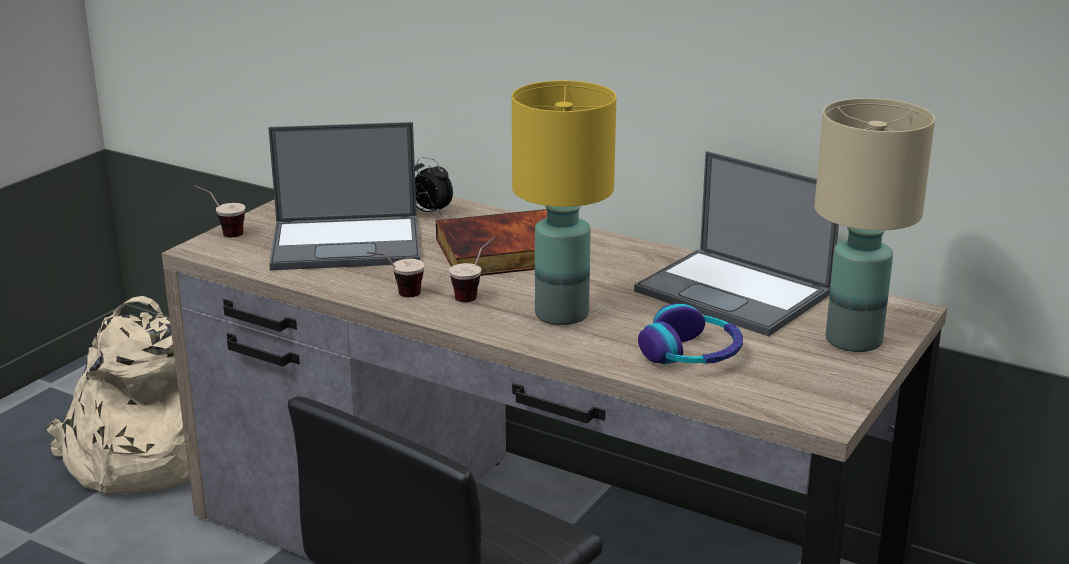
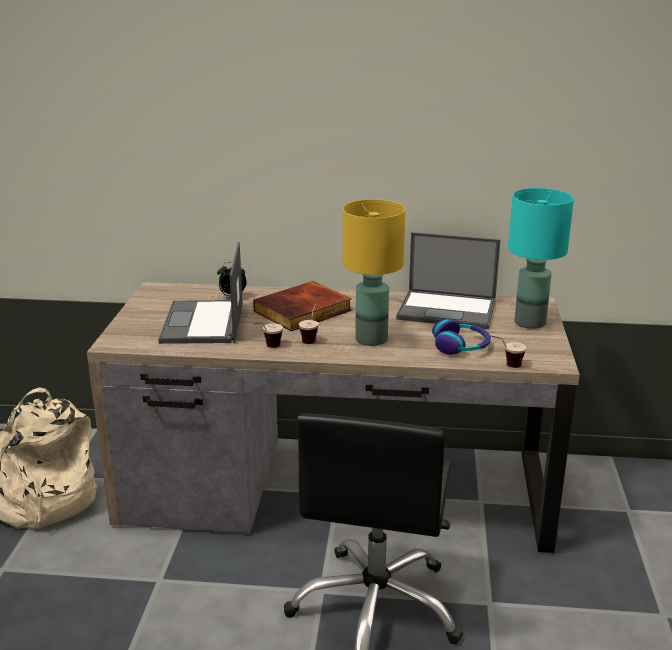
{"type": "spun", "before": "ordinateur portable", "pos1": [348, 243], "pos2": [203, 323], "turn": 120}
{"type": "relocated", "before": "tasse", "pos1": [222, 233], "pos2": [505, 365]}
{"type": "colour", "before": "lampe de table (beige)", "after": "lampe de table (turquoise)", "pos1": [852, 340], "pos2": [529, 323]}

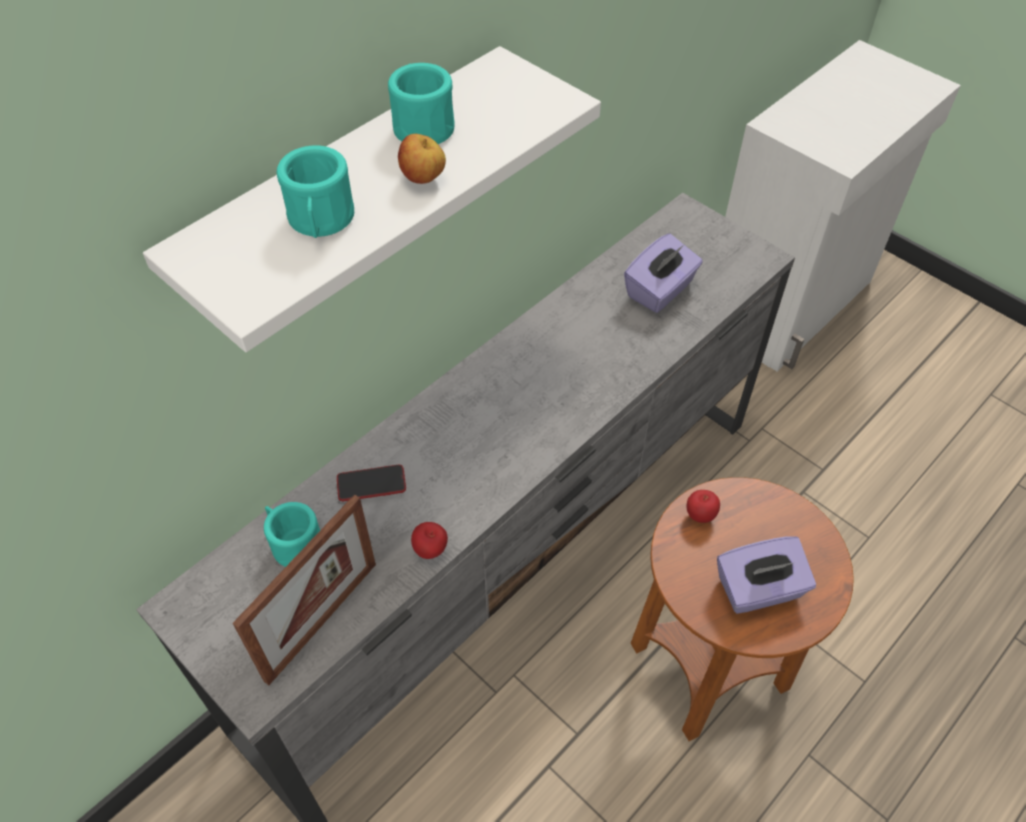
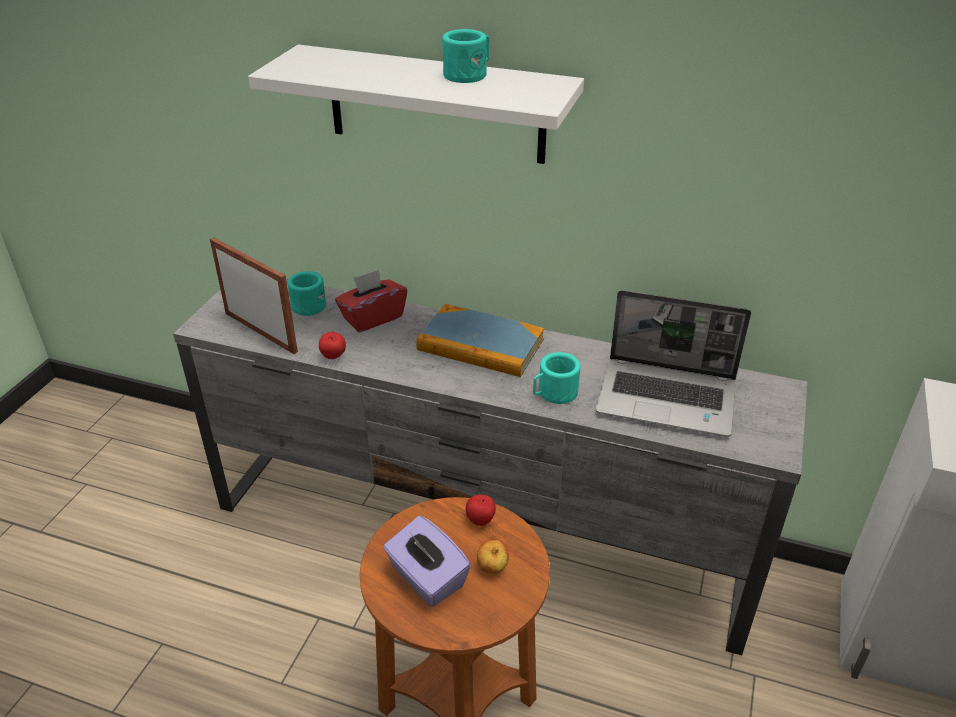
{"type": "spun", "before": "cadre photo", "pos1": [322, 620], "pos2": [260, 332], "turn": -150}
{"type": "exchanged", "before": "téléphone", "after": "boîte à mouchoirs (rouge)", "pos1": [371, 484], "pos2": [372, 318]}
{"type": "appeared", "after": "livre", "pos2": [480, 345]}
{"type": "relocated", "before": "pomme", "pos1": [423, 179], "pos2": [492, 568]}
{"type": "relocated", "before": "mug (turquoise)", "pos1": [320, 221], "pos2": [554, 393]}
{"type": "exchanged", "before": "boîte à mouchoirs (violet)", "after": "ordinateur portable", "pos1": [660, 290], "pos2": [668, 398]}

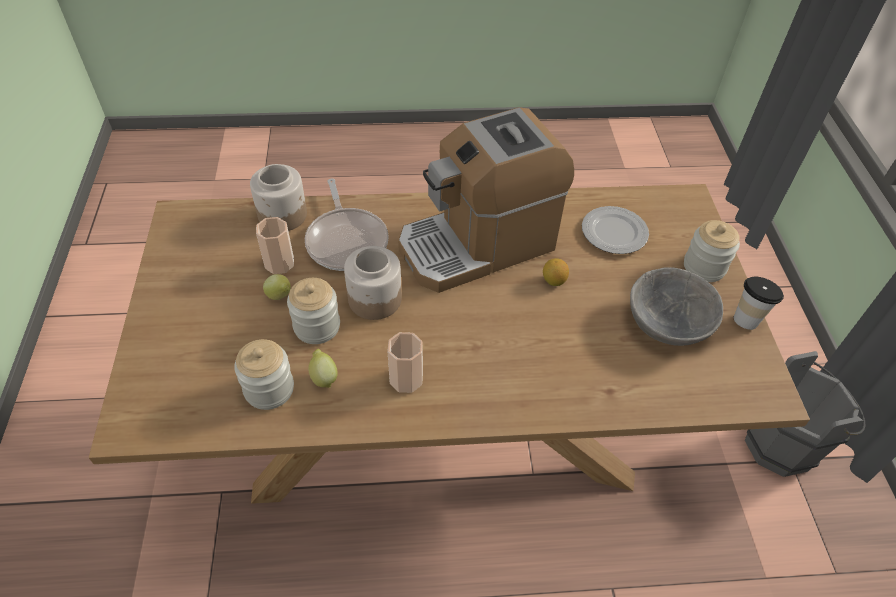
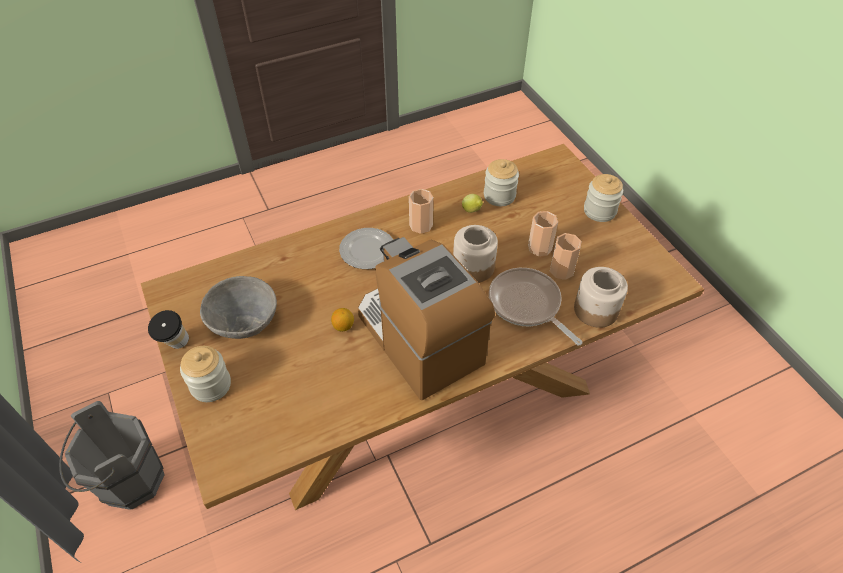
{"type": "relocated", "before": "assiette", "pos1": [613, 233], "pos2": [368, 250]}
{"type": "spun", "before": "machine à café", "pos1": [477, 244], "pos2": [419, 339], "turn": -75}
{"type": "exchanged", "before": "citron", "after": "tasse", "pos1": [280, 296], "pos2": [539, 247]}
{"type": "relocated", "before": "bocal", "pos1": [317, 326], "pos2": [599, 211]}

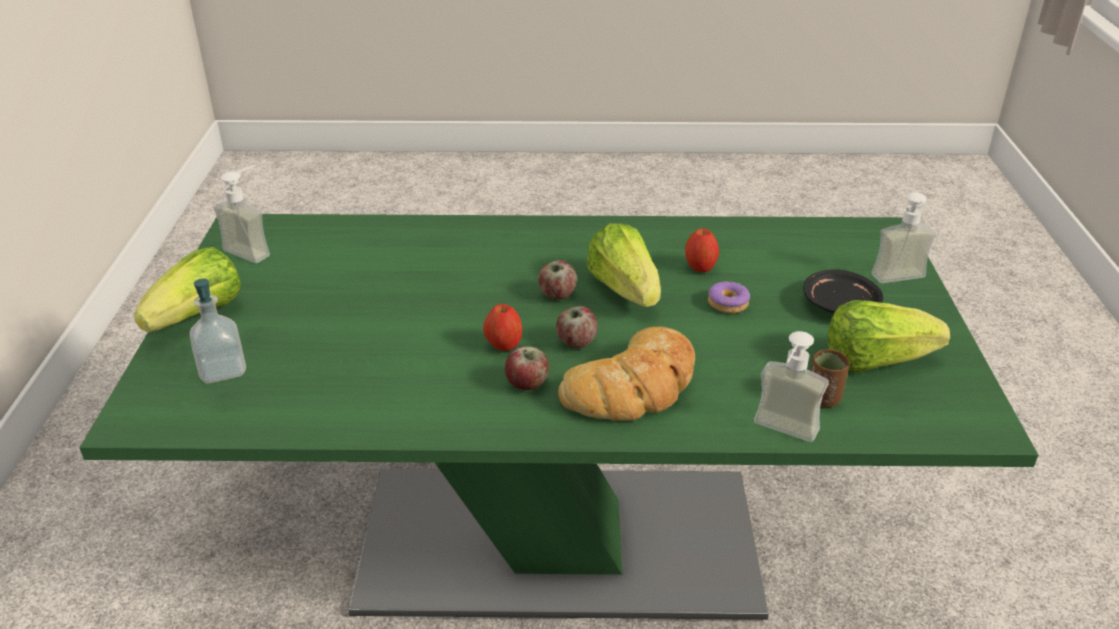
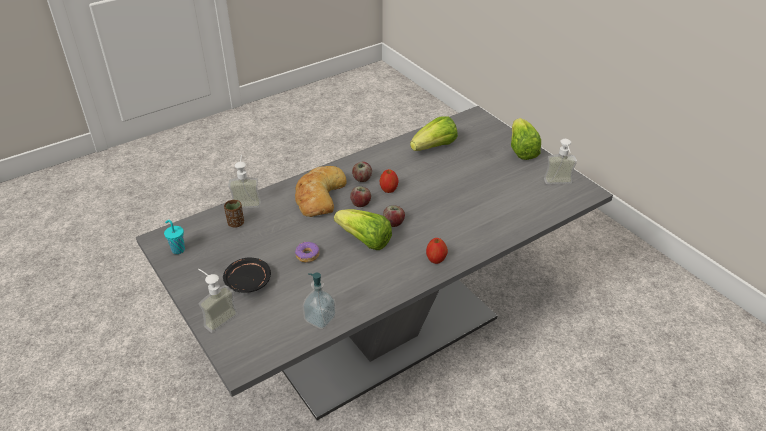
{"type": "colour", "before": "table à manger (vert)", "after": "table à manger (gris)", "pos1": [559, 543], "pos2": [382, 333]}
{"type": "appeared", "after": "tasse (turquoise)", "pos2": [177, 249]}
{"type": "relocated", "before": "distributeur de savon", "pos1": [222, 370], "pos2": [320, 319]}
{"type": "relocated", "before": "laitue", "pos1": [875, 361], "pos2": [434, 147]}
{"type": "relocated", "before": "pomme", "pos1": [700, 267], "pos2": [436, 259]}

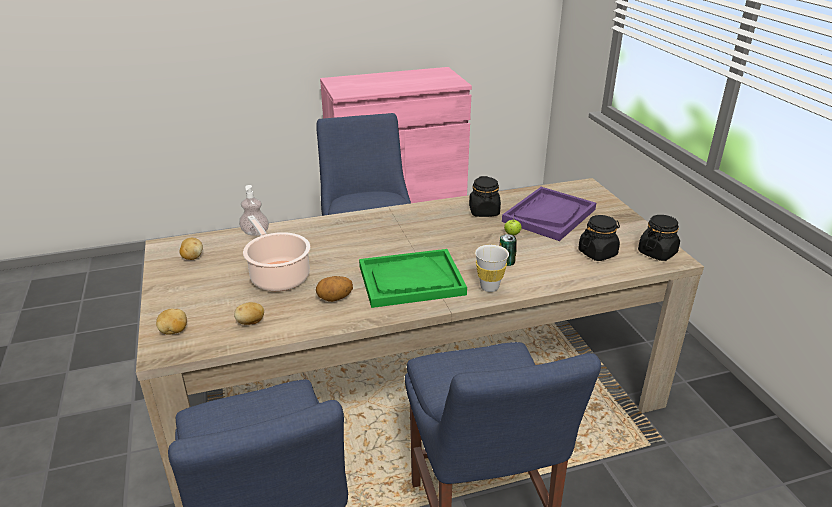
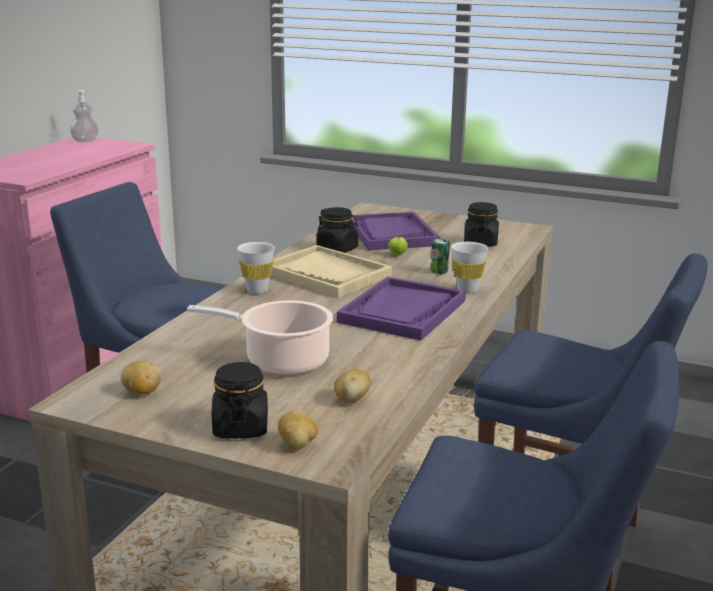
{"type": "relocated", "before": "distributeur de savon", "pos1": [255, 232], "pos2": [85, 141]}
{"type": "relocated", "before": "bocal (noir)", "pos1": [657, 252], "pos2": [240, 427]}
{"type": "appeared", "after": "tasse (blanc)", "pos2": [257, 290]}
{"type": "appeared", "after": "plateau (beige)", "pos2": [327, 274]}
{"type": "colour", "before": "plateau (vert)", "after": "plateau (violet)", "pos1": [411, 280], "pos2": [403, 311]}
{"type": "missing", "before": "pomme de terre", "pos1": [335, 299]}

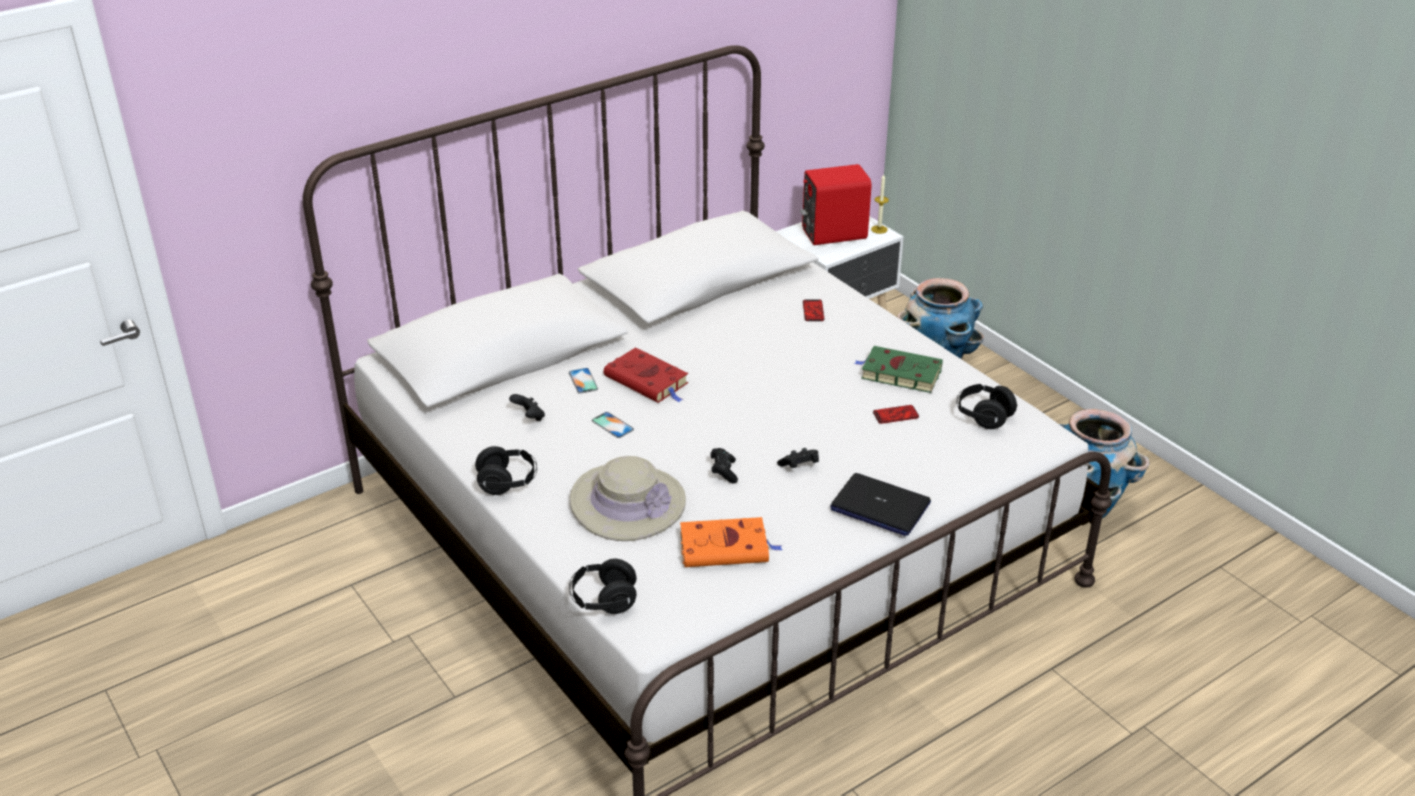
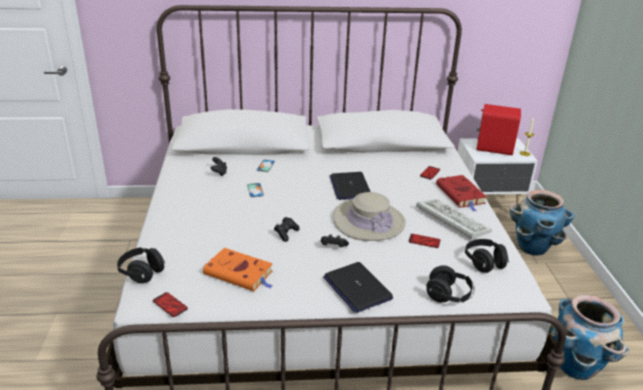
{"type": "appeared", "after": "téléphone", "pos2": [170, 305]}
{"type": "appeared", "after": "ordinateur portable", "pos2": [350, 187]}
{"type": "relocated", "before": "chapeau (beige)", "pos1": [627, 503], "pos2": [369, 221]}
{"type": "exchanged", "before": "livre (vert)", "after": "clavier", "pos1": [899, 373], "pos2": [450, 220]}
{"type": "relocated", "before": "casque audio (noir)", "pos1": [508, 482], "pos2": [448, 296]}
{"type": "relocated", "before": "livre (rouge)", "pos1": [648, 381], "pos2": [461, 195]}

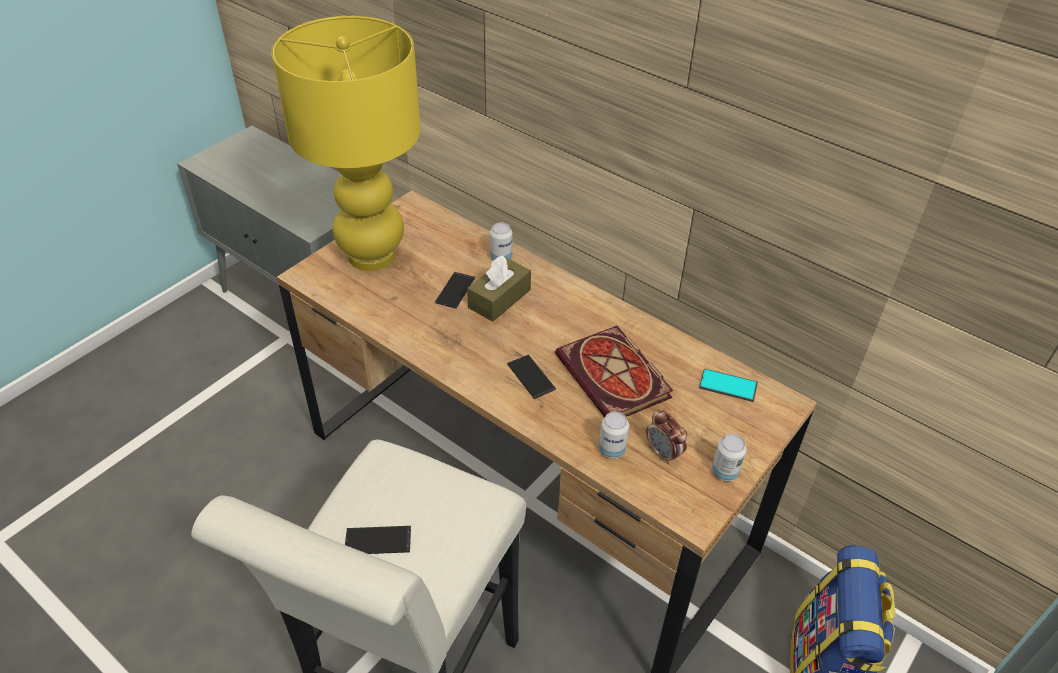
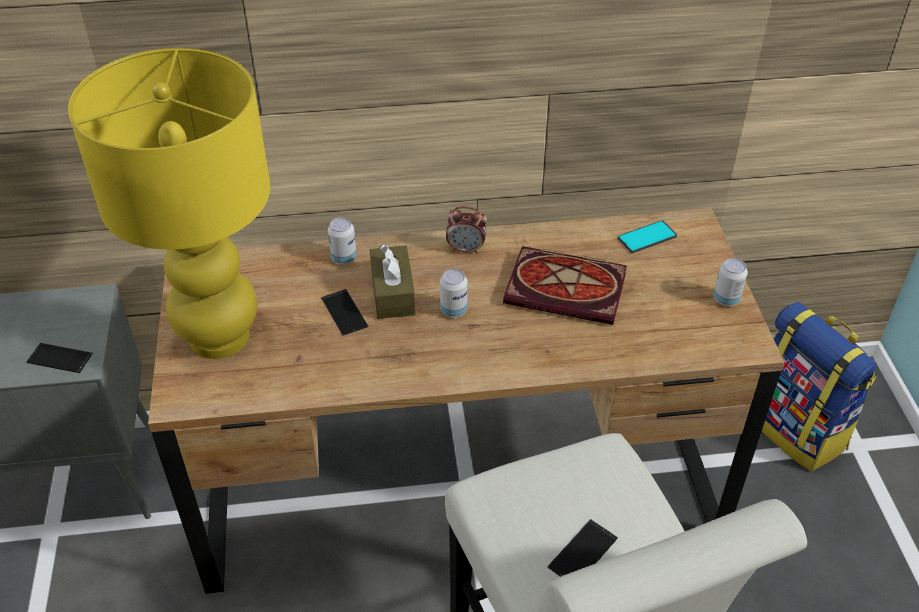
{"type": "relocated", "before": "téléphone", "pos1": [531, 376], "pos2": [60, 358]}
{"type": "relocated", "before": "boîte métallique", "pos1": [611, 450], "pos2": [453, 310]}
{"type": "relocated", "before": "réveil", "pos1": [663, 453], "pos2": [466, 249]}

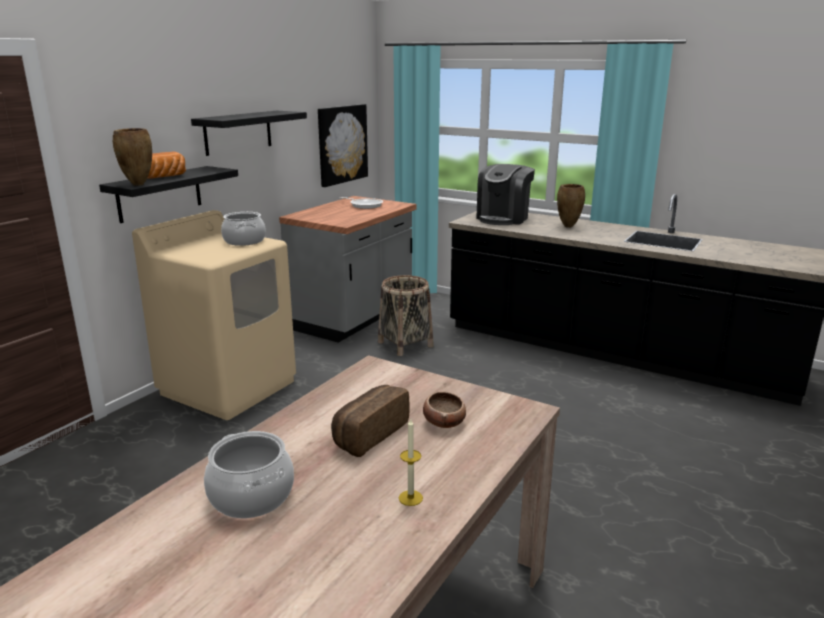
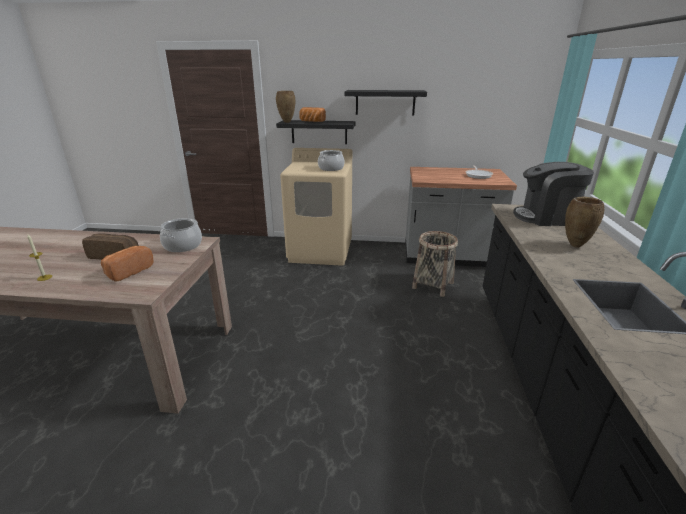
{"type": "exchanged", "before": "bol", "after": "pain", "pos1": [444, 422], "pos2": [128, 271]}
{"type": "relocated", "before": "marmite", "pos1": [251, 496], "pos2": [182, 246]}
{"type": "missing", "before": "tableau", "pos1": [342, 144]}

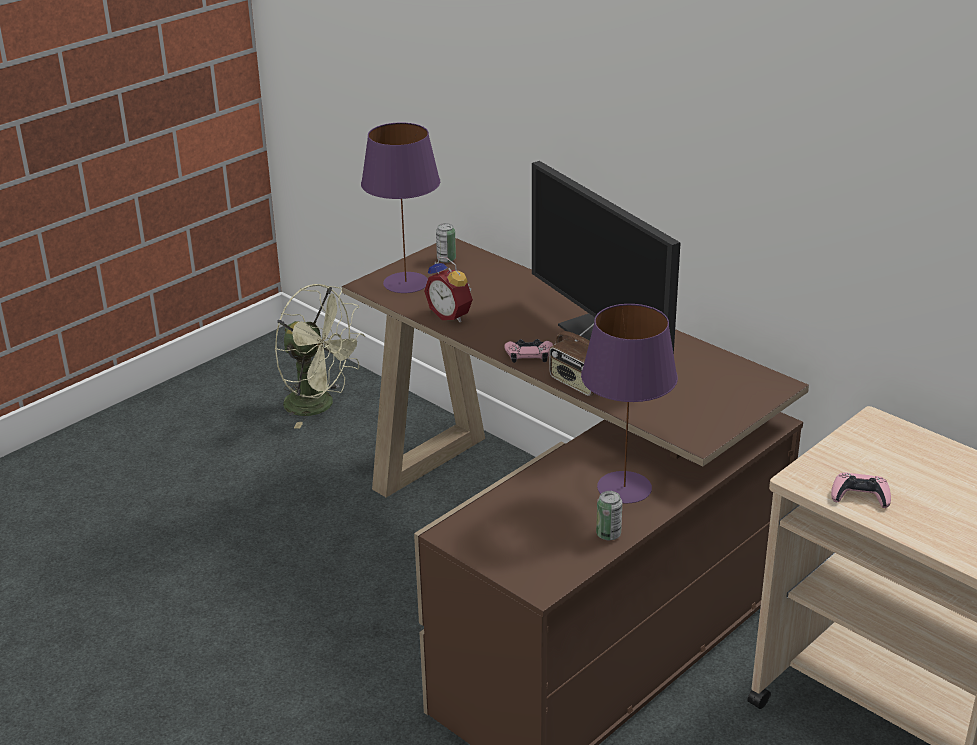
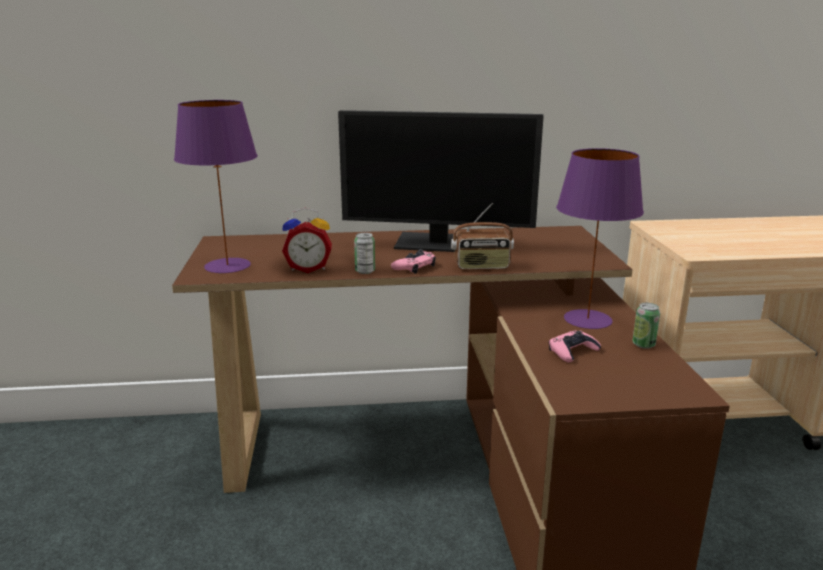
{"type": "relocated", "before": "boîte métallique", "pos1": [446, 259], "pos2": [365, 271]}
{"type": "relocated", "before": "manette (rose)", "pos1": [860, 496], "pos2": [572, 351]}
{"type": "missing", "before": "ventilateur (vert)", "pos1": [319, 406]}

